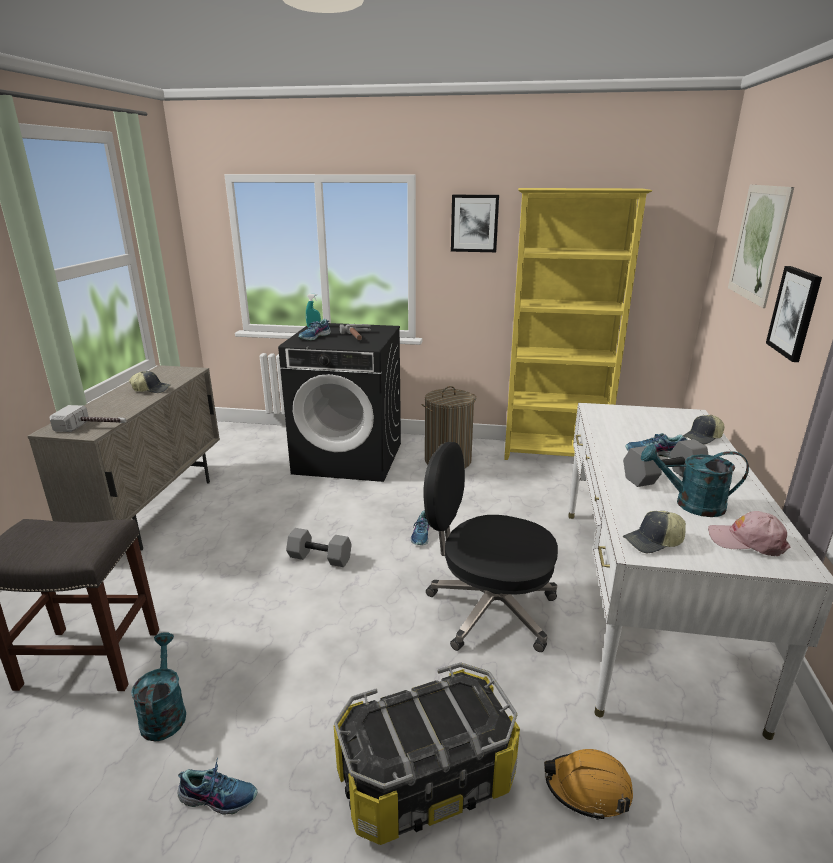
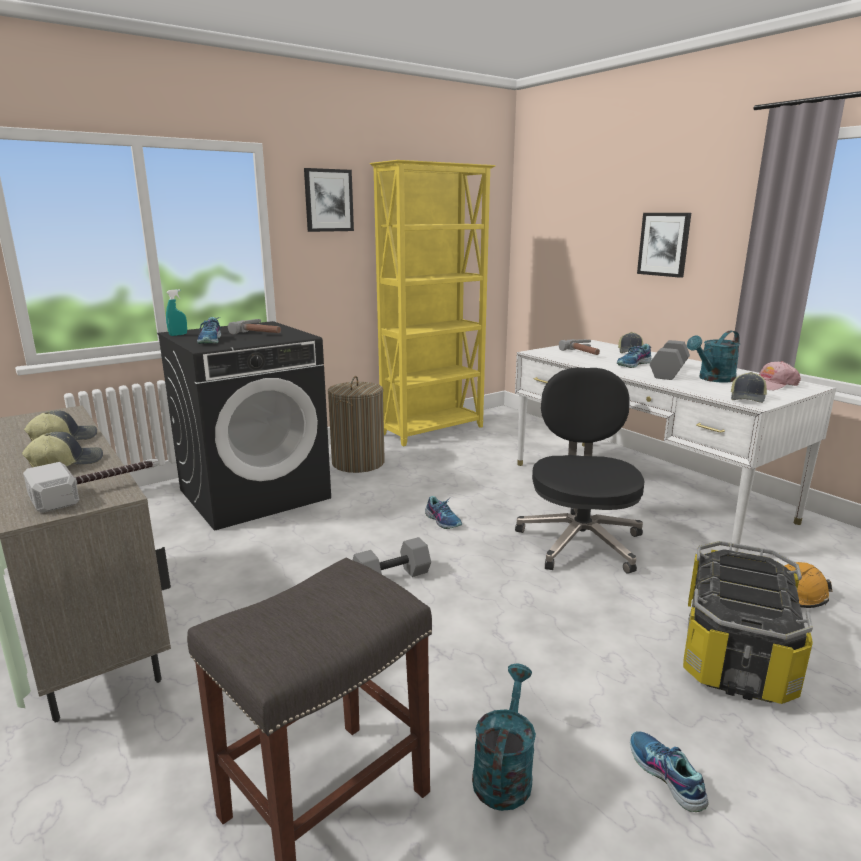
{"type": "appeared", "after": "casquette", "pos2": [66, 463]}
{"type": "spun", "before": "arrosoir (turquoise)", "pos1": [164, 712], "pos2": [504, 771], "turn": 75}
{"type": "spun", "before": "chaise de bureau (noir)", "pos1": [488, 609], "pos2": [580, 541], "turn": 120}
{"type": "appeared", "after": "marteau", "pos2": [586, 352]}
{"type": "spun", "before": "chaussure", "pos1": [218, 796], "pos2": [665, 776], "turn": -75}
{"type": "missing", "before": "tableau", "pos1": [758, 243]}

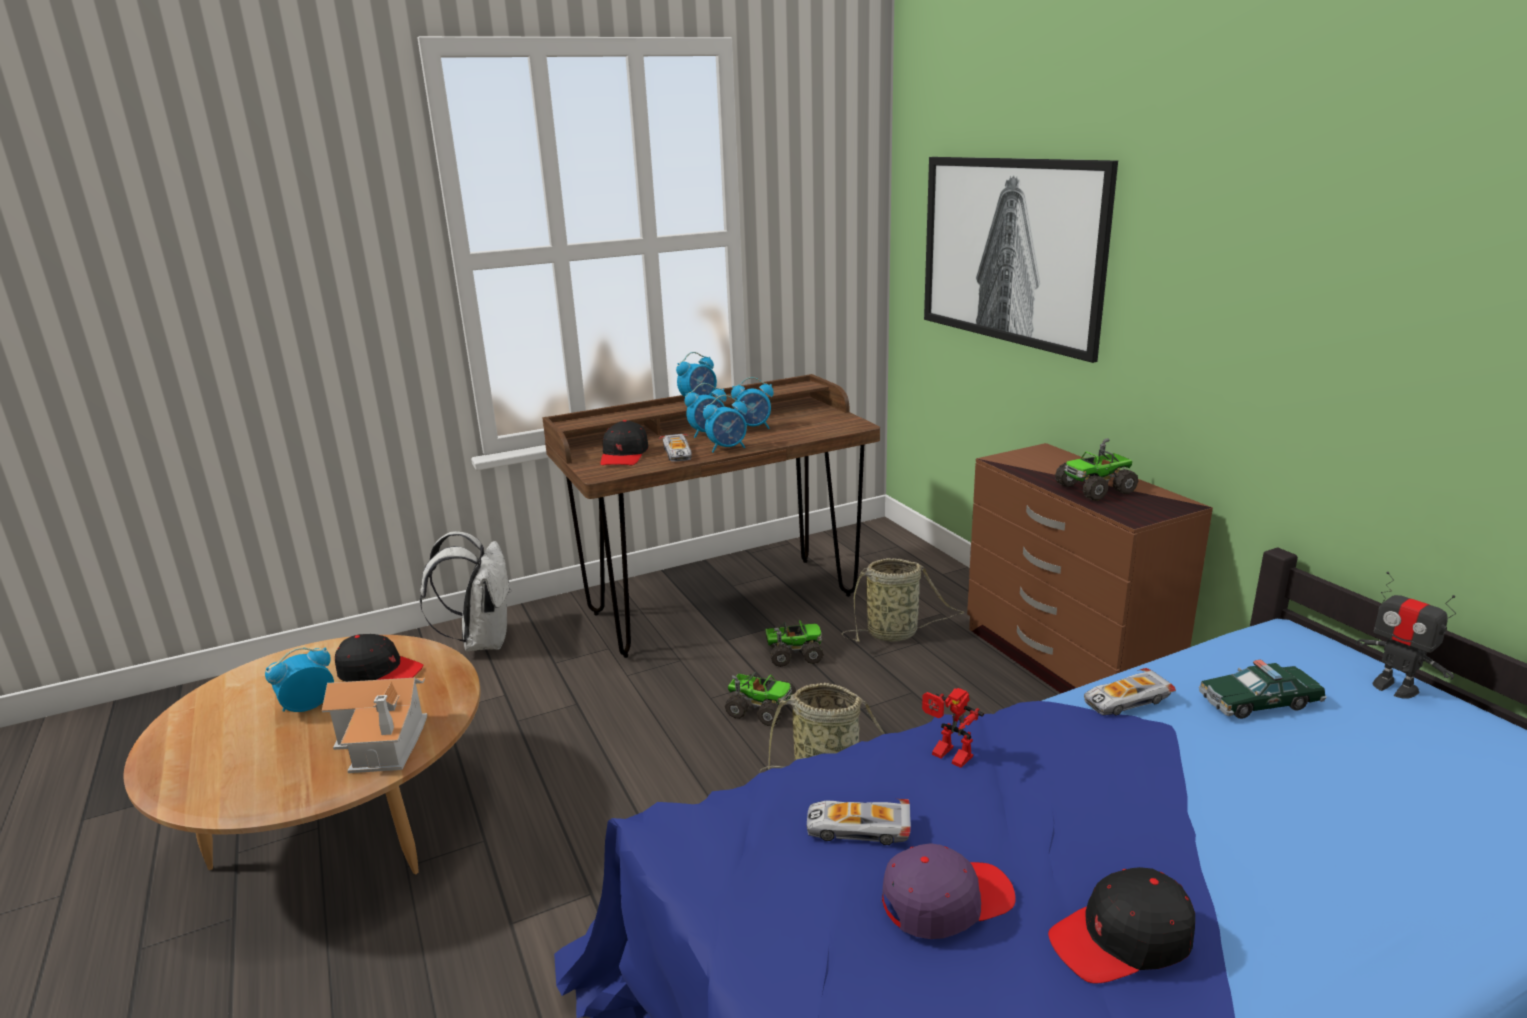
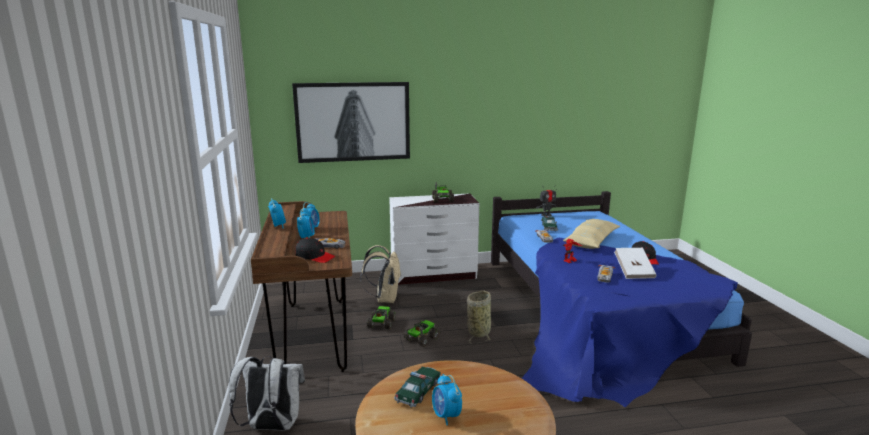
{"type": "exchanged", "before": "panier", "after": "sac à dos (beige)", "pos1": [895, 633], "pos2": [384, 299]}
{"type": "colour", "before": "commode (marron)", "after": "commode (blanc)", "pos1": [1065, 664], "pos2": [434, 275]}
{"type": "exchanged", "before": "casquette (noir)", "after": "petite voiture", "pos1": [380, 671], "pos2": [418, 391]}
{"type": "appeared", "after": "coussin (beige)", "pos2": [591, 241]}
{"type": "exchanged", "before": "casquette (violet)", "after": "livre (blanc)", "pos1": [945, 901], "pos2": [633, 272]}
{"type": "missing", "before": "maison miniature", "pos1": [384, 741]}
{"type": "missing", "before": "réveil", "pos1": [727, 448]}

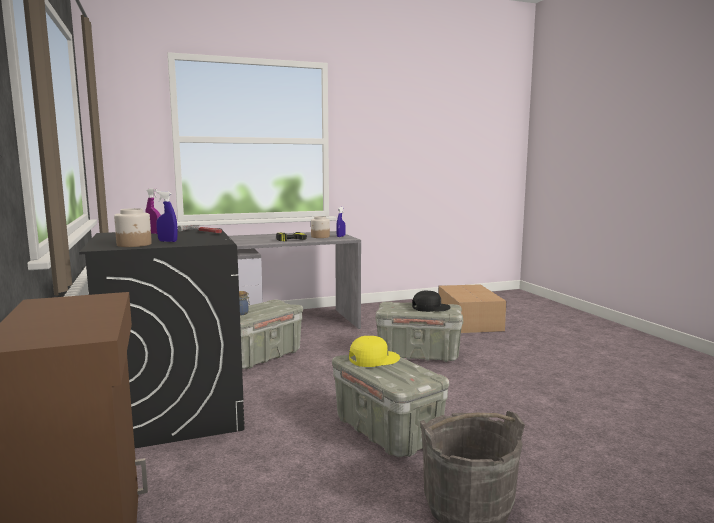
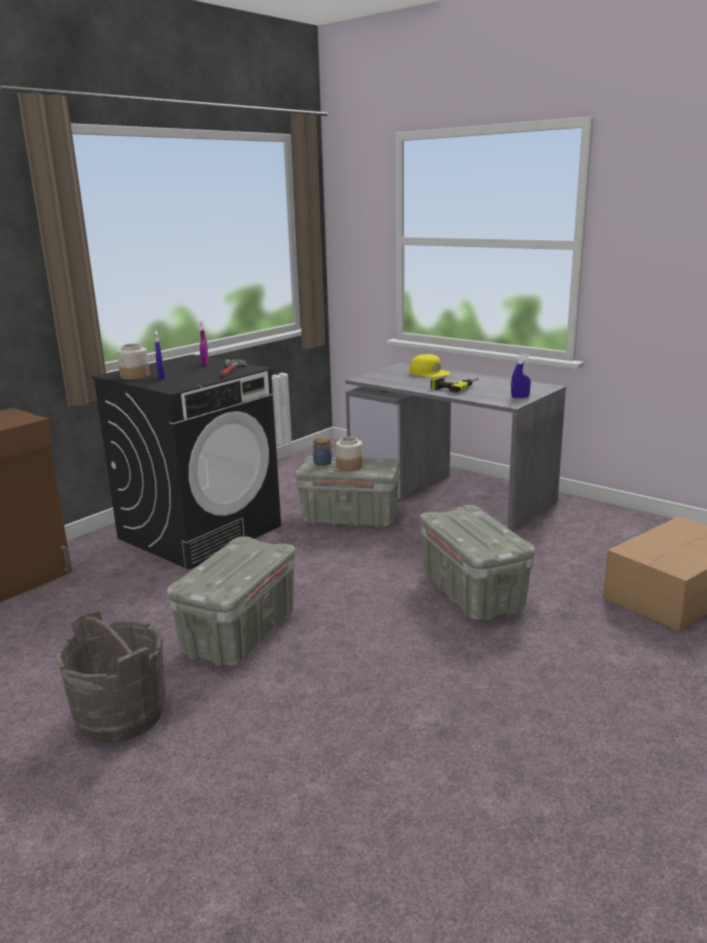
{"type": "relocated", "before": "bocal", "pos1": [320, 237], "pos2": [349, 466]}
{"type": "relocated", "before": "casquette (jaune)", "pos1": [373, 358], "pos2": [429, 373]}
{"type": "missing", "before": "casquette (noir)", "pos1": [430, 307]}

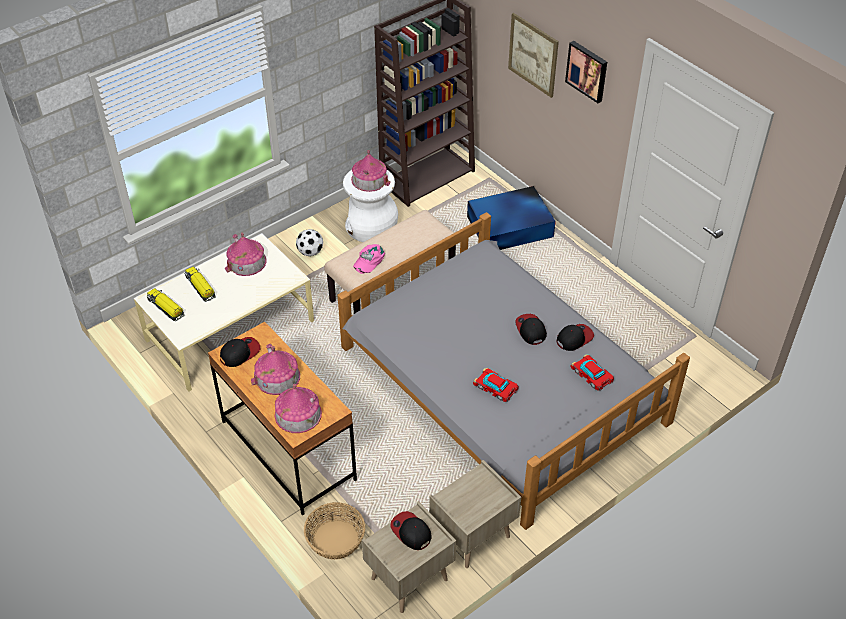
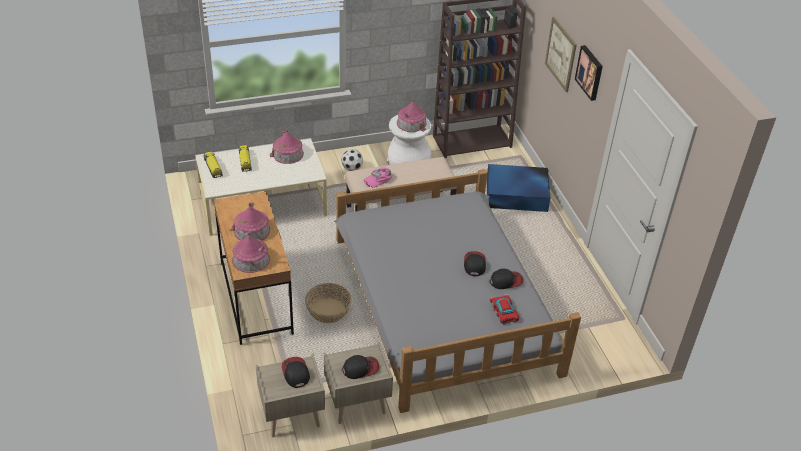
{"type": "relocated", "before": "panier", "pos1": [335, 539], "pos2": [328, 310]}
{"type": "relocated", "before": "casquette", "pos1": [240, 353], "pos2": [361, 368]}
{"type": "missing", "before": "petite voiture", "pos1": [495, 388]}

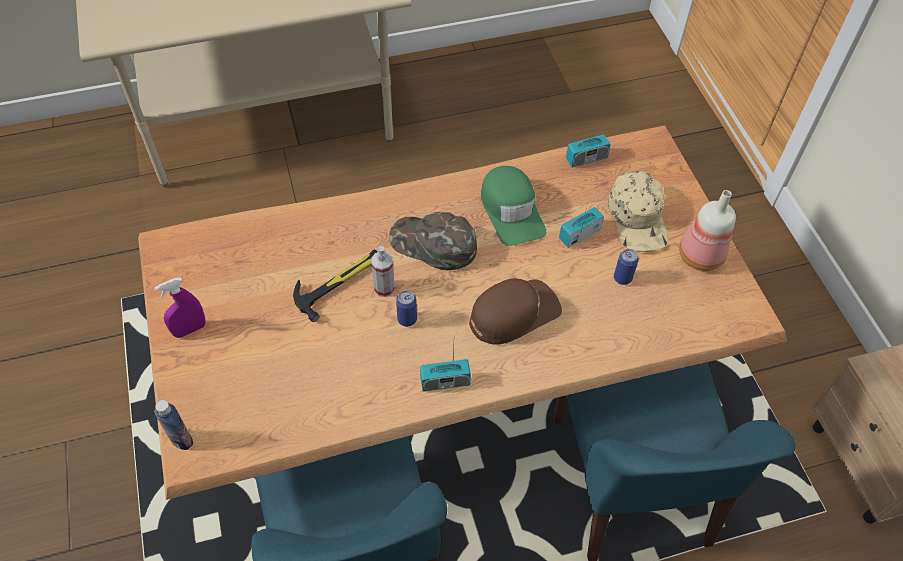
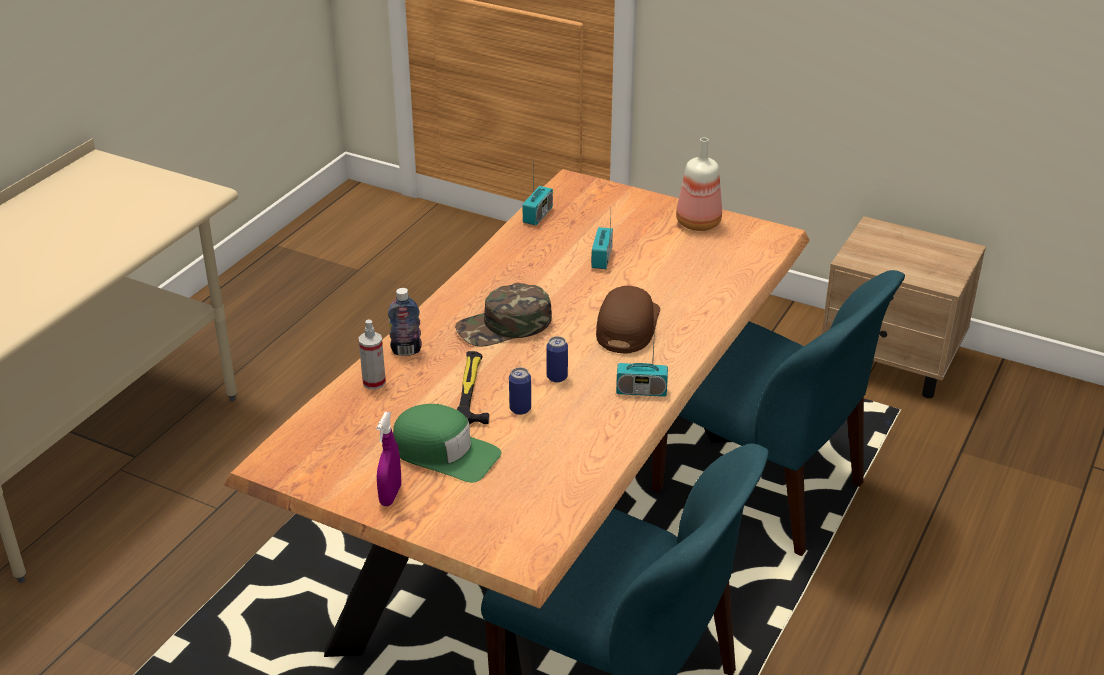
{"type": "relocated", "before": "vaporisateur", "pos1": [384, 288], "pos2": [374, 382]}
{"type": "relocated", "before": "bouteille", "pos1": [181, 439], "pos2": [406, 351]}
{"type": "relocated", "before": "casquette (vert)", "pos1": [511, 211], "pos2": [444, 453]}
{"type": "relocated", "before": "boîte métallique", "pos1": [622, 278], "pos2": [520, 409]}
{"type": "spun", "before": "radio", "pos1": [445, 382], "pos2": [641, 391], "turn": 60}
{"type": "missing", "before": "casquette (beige)", "pos1": [638, 218]}

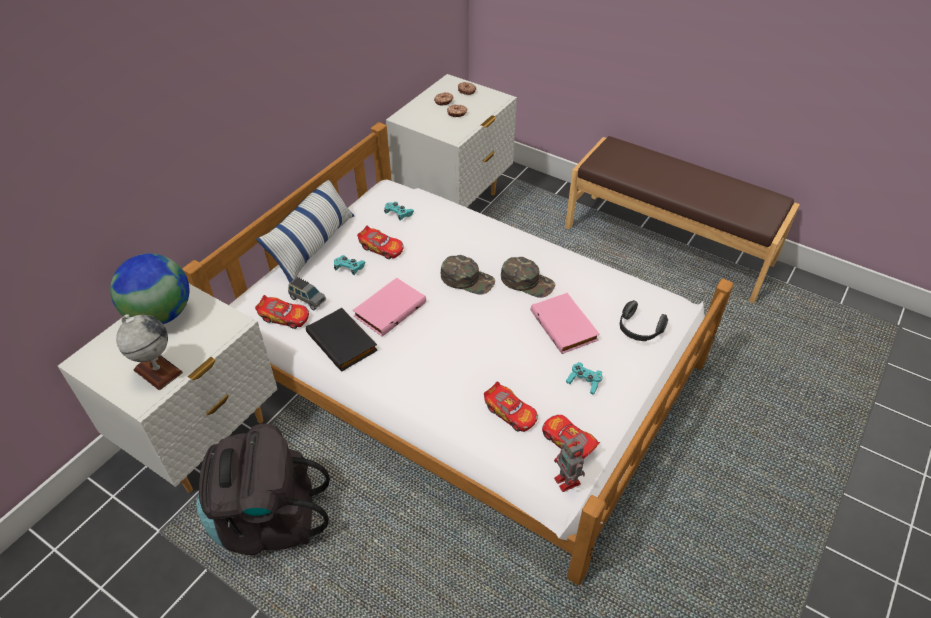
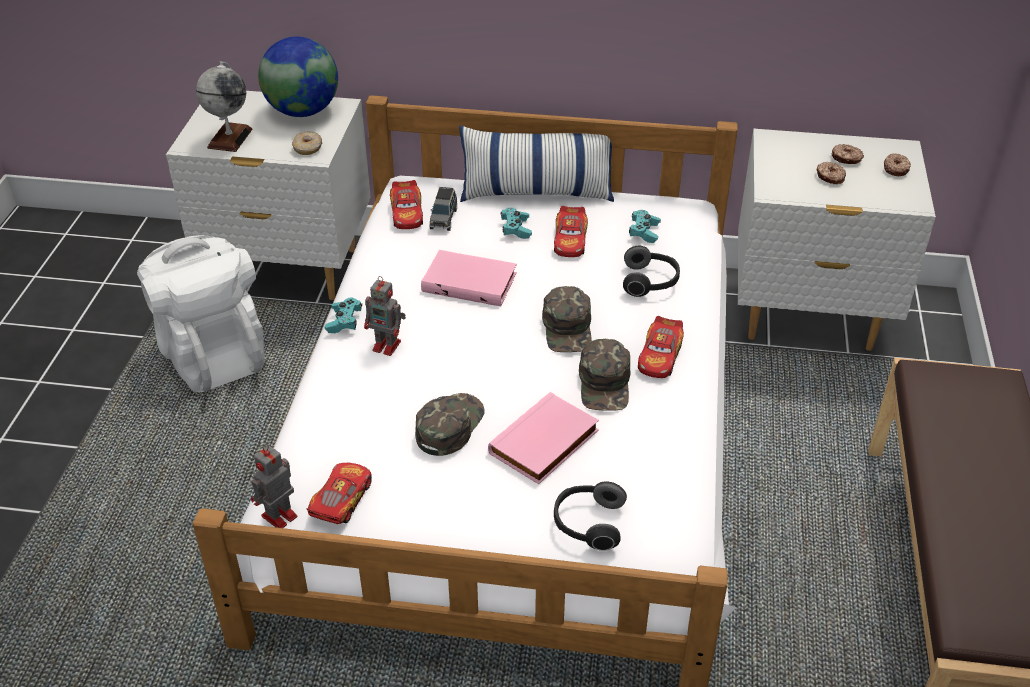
{"type": "colour", "before": "sac à dos (noir)", "after": "sac à dos (blanc)", "pos1": [268, 520], "pos2": [213, 354]}
{"type": "appeared", "after": "beignet", "pos2": [308, 148]}
{"type": "relocated", "before": "manette (turquoise)", "pos1": [584, 382], "pos2": [344, 322]}
{"type": "appeared", "after": "robot jouet", "pos2": [388, 346]}
{"type": "appeared", "after": "casquette (vert)", "pos2": [449, 426]}
{"type": "appeared", "after": "casque audio", "pos2": [650, 282]}
{"type": "relocated", "before": "petite voiture", "pos1": [510, 413], "pos2": [660, 357]}
{"type": "missing", "before": "livre (noir)", "pos1": [343, 341]}

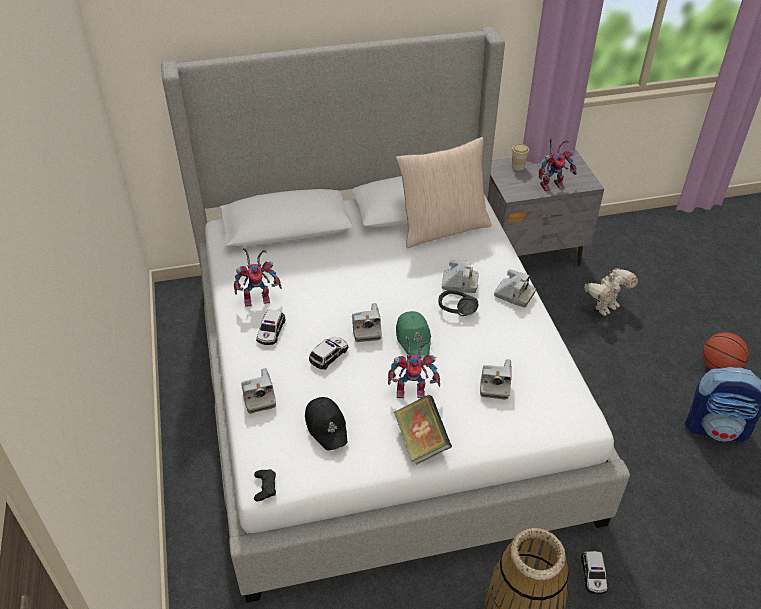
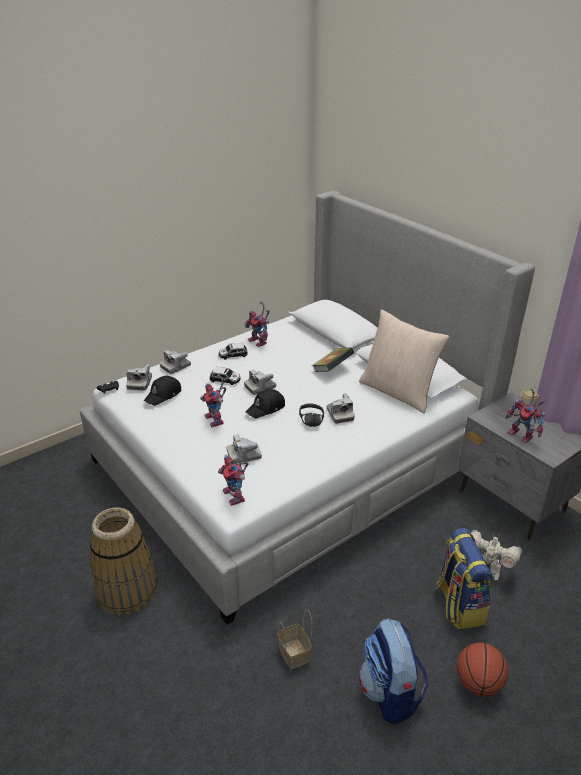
{"type": "relocated", "before": "appareil photo", "pos1": [514, 295], "pos2": [140, 383]}
{"type": "appeared", "after": "robot jouet", "pos2": [236, 497]}
{"type": "colour", "before": "casquette (vert)", "after": "casquette (noir)", "pos1": [414, 337], "pos2": [266, 408]}
{"type": "appeared", "after": "panier", "pos2": [295, 654]}
{"type": "relocated", "before": "livre", "pos1": [421, 441], "pos2": [332, 369]}
{"type": "appeared", "after": "sac à dos", "pos2": [458, 604]}
{"type": "missing", "before": "petite voiture", "pos1": [593, 575]}

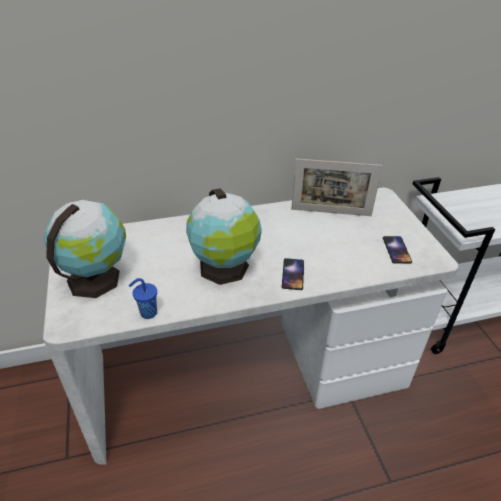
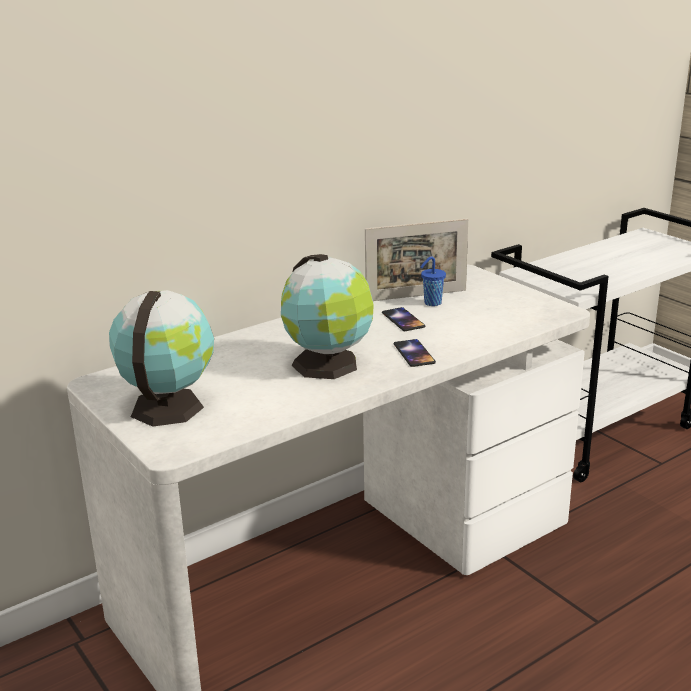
{"type": "relocated", "before": "téléphone", "pos1": [396, 250], "pos2": [403, 320]}
{"type": "relocated", "before": "tasse (bleu)", "pos1": [147, 313], "pos2": [431, 303]}

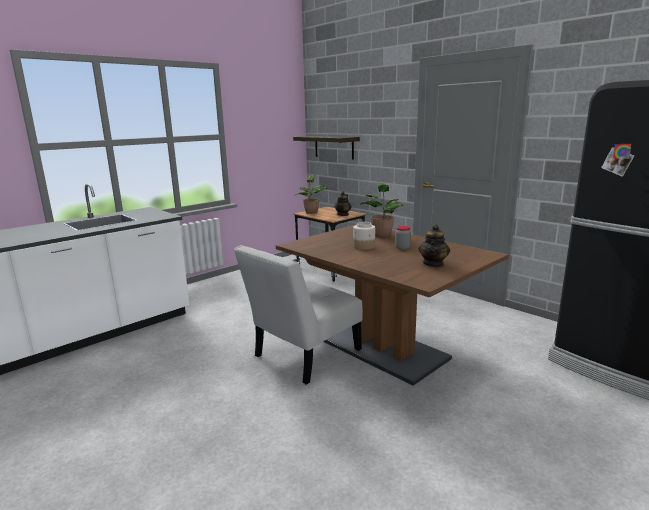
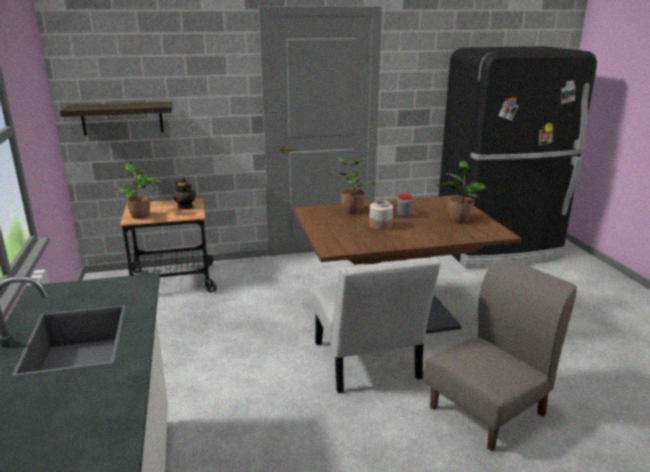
{"type": "appeared", "after": "chaise (gris)", "pos2": [488, 410]}
{"type": "exchanged", "before": "théière", "after": "plante en pot", "pos1": [433, 264], "pos2": [459, 219]}

